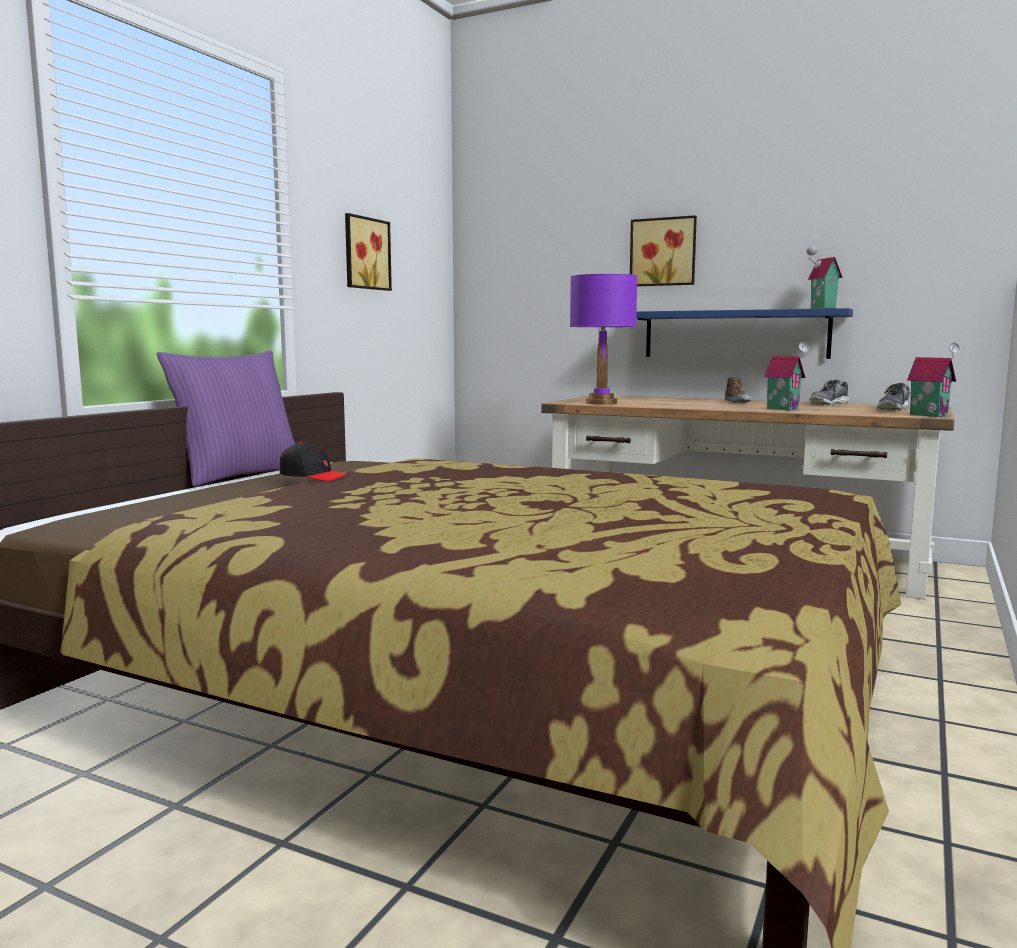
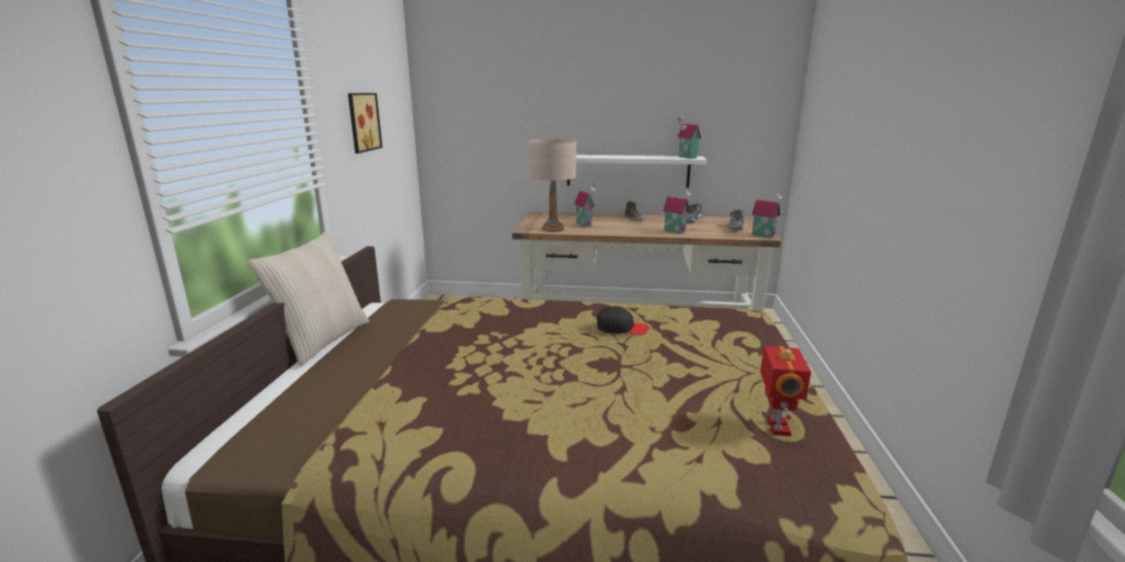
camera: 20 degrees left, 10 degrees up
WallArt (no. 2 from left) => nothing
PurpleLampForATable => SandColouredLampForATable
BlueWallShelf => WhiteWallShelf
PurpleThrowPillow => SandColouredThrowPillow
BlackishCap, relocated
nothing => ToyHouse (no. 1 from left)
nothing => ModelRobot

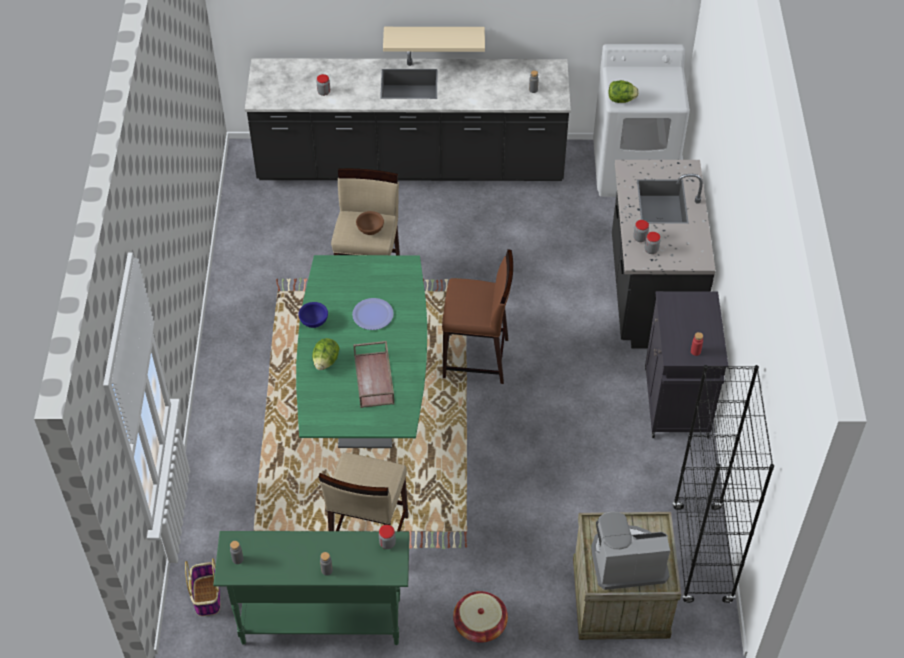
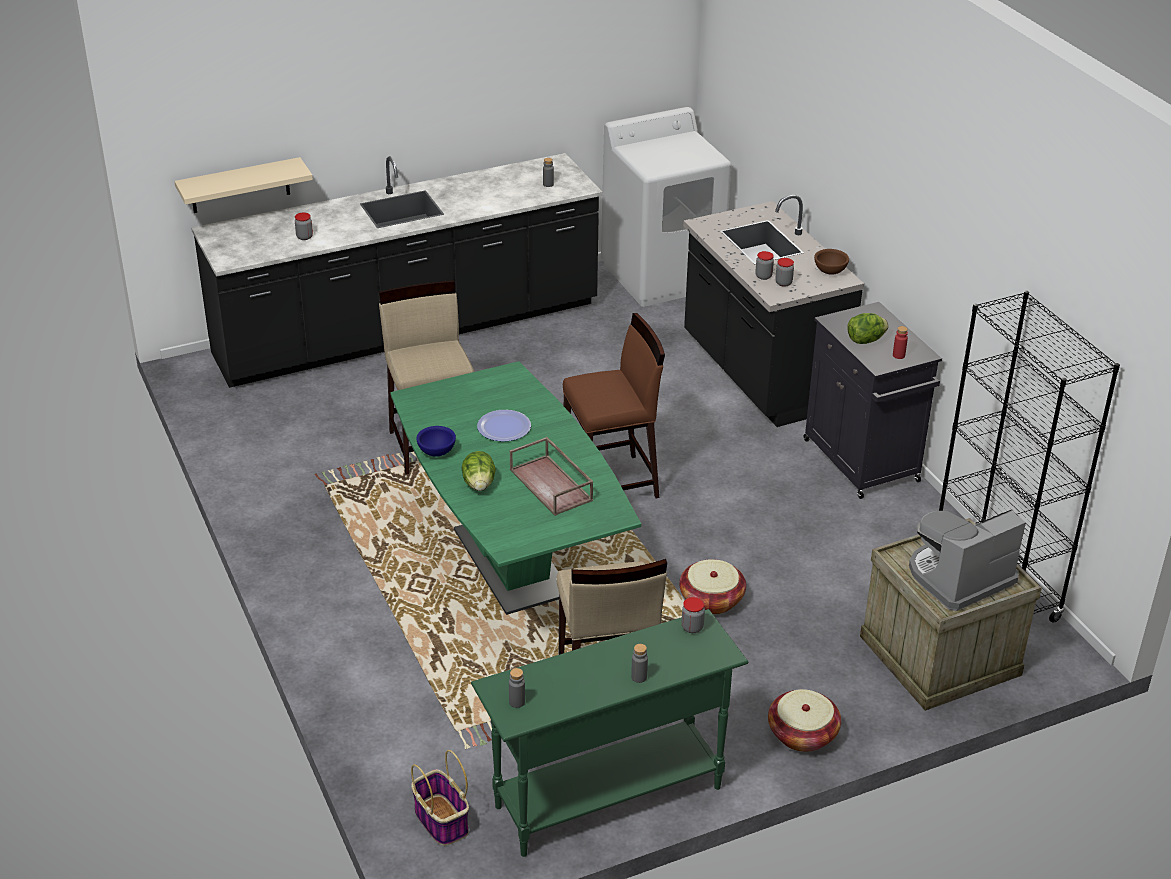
camera: 25 degrees left, 15 degrees down
SandColouredWallShelf, relocated
HeadOfLettuce (no. 2 from left), relocated
BrownDeepDish, relocated
nothing => HouseholdBasket (no. 2 from left)

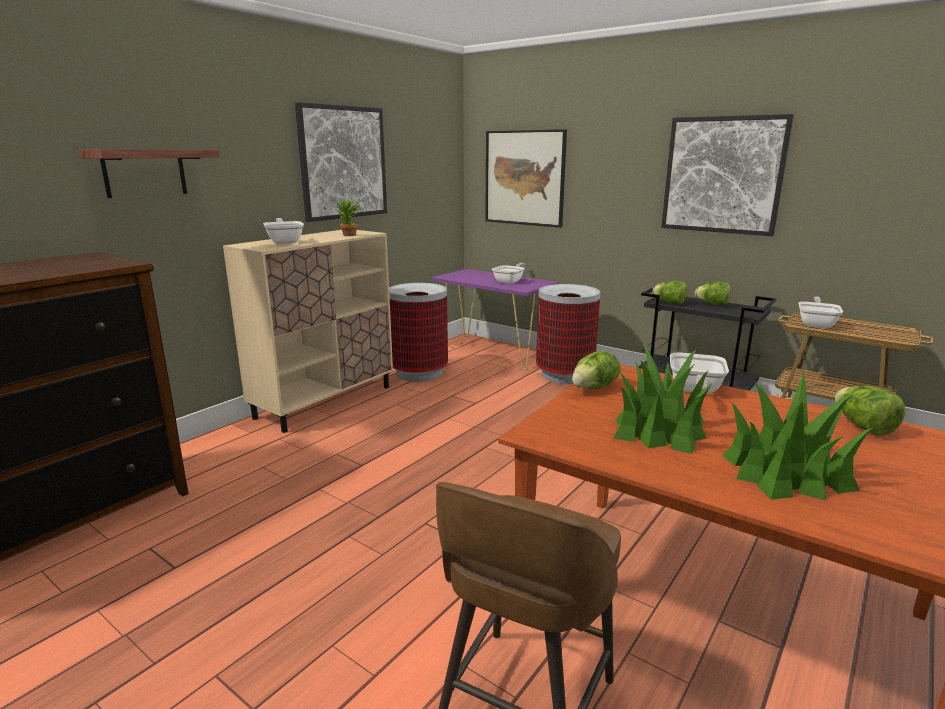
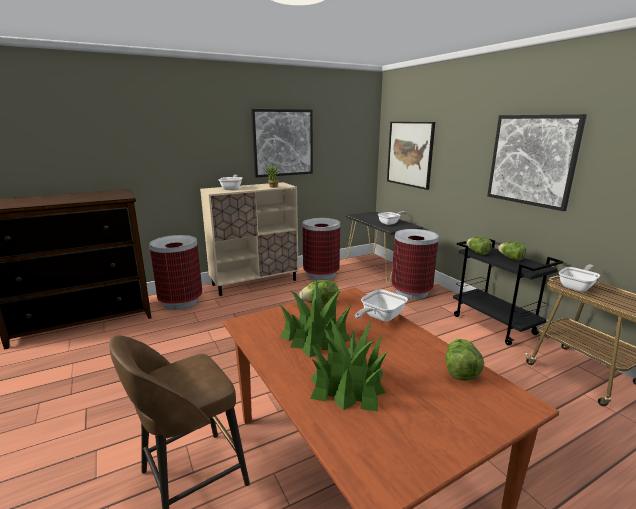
camera: 25 degrees right, 0 degrees up
WallShelf => nothing
PurpleHallTable => BlackishHallTable
nothing => TrashCan (no. 1 from left)

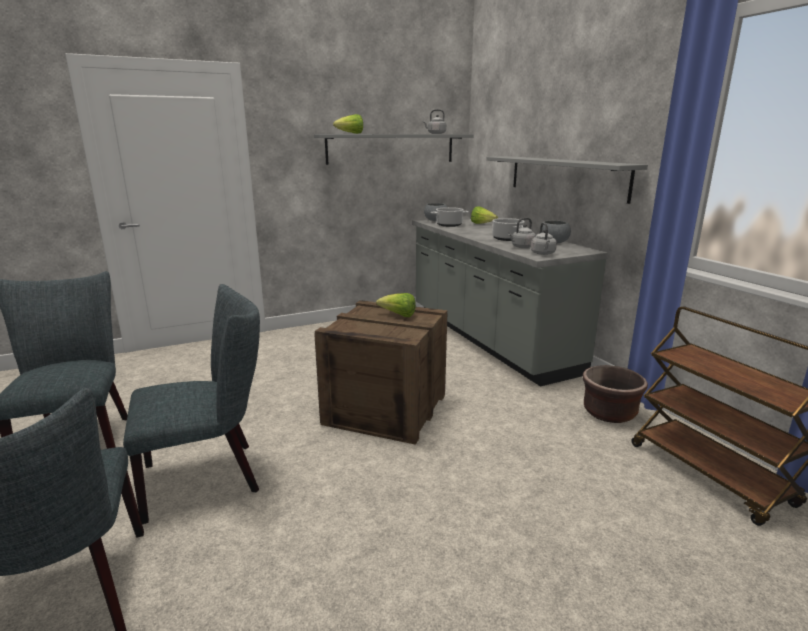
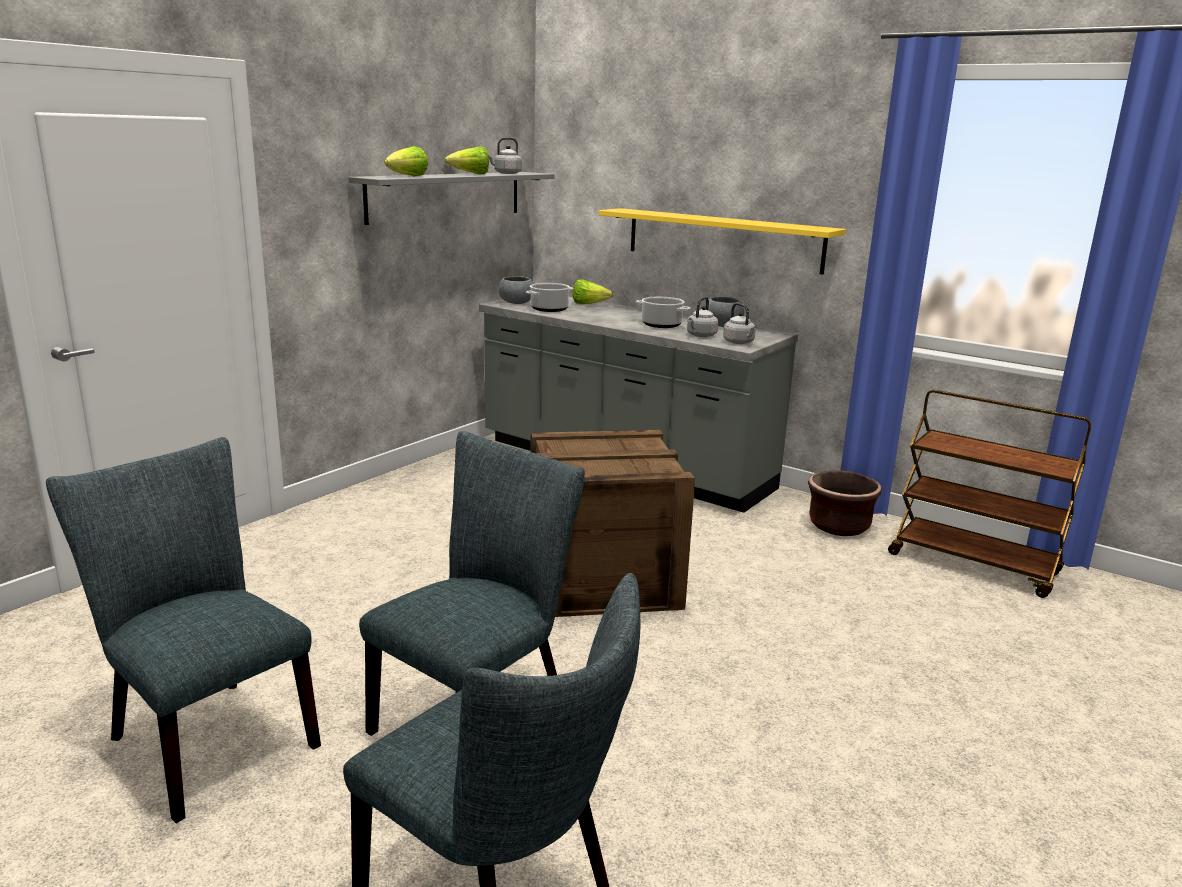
camera: 30 degrees left, 0 degrees up
GrayWallShelf (no. 2 from left) => YellowColouredWallShelf
HeadOfLettuce (no. 2 from left), relocated

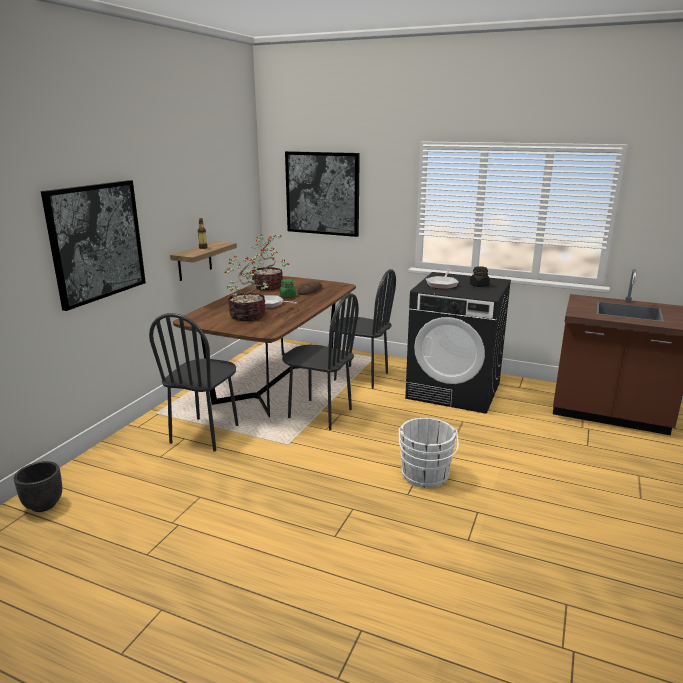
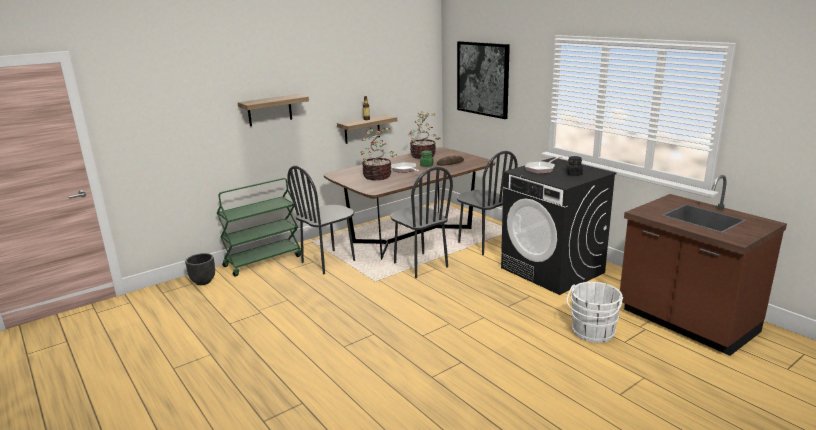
camera: 30 degrees right, 0 degrees up
WallArt (no. 1 from left) => WallShelf (no. 1 from left)
WhitePail, relocated
nothing => GreenColouredCart

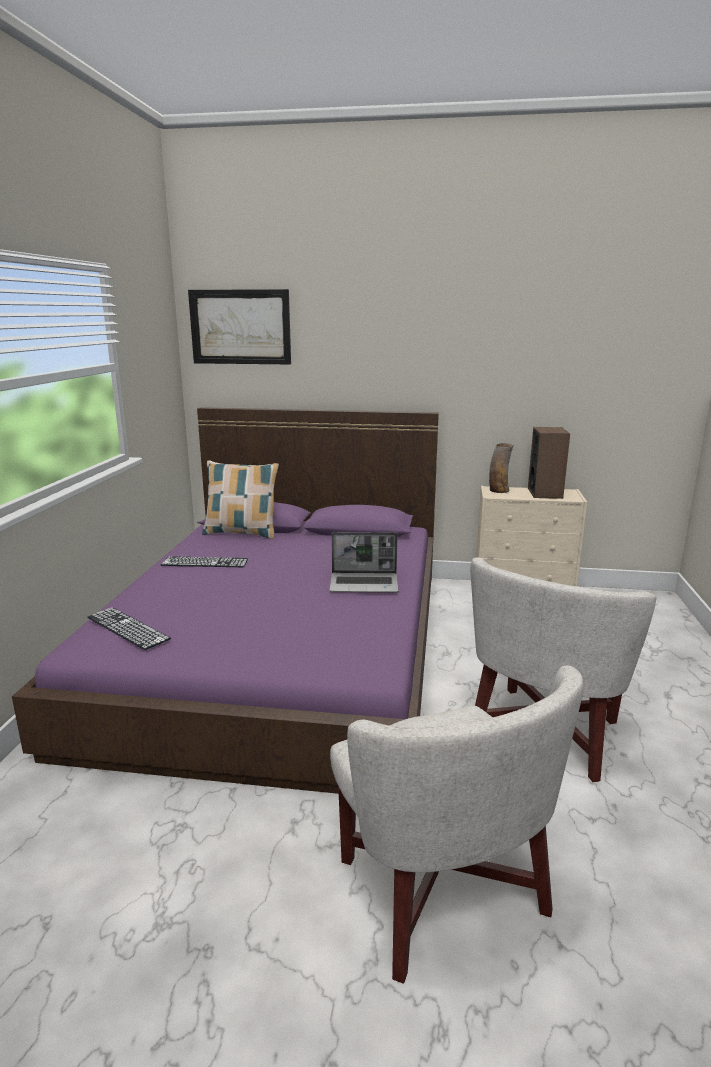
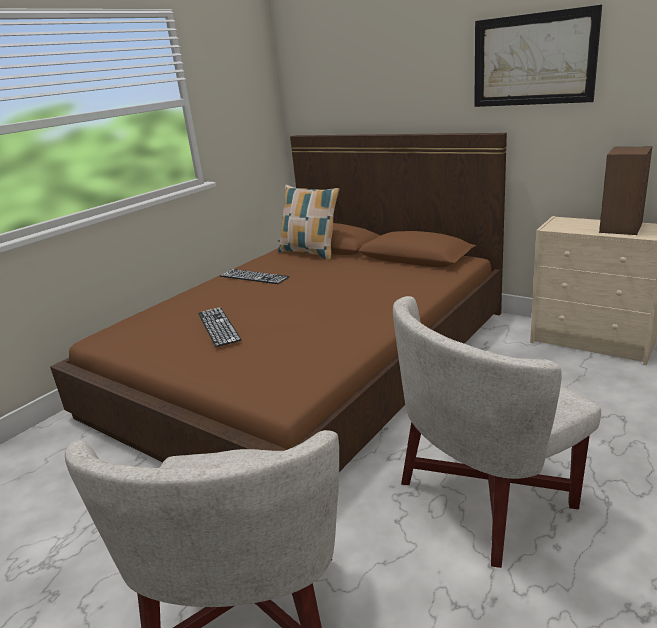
camera: 30 degrees right, 5 degrees up
WallArt, relocated
PurpleSleepingBed => BrownSleepingBed
Vase => nothing
PortableComputer => nothing
Keyboard (no. 1 from left), relocated

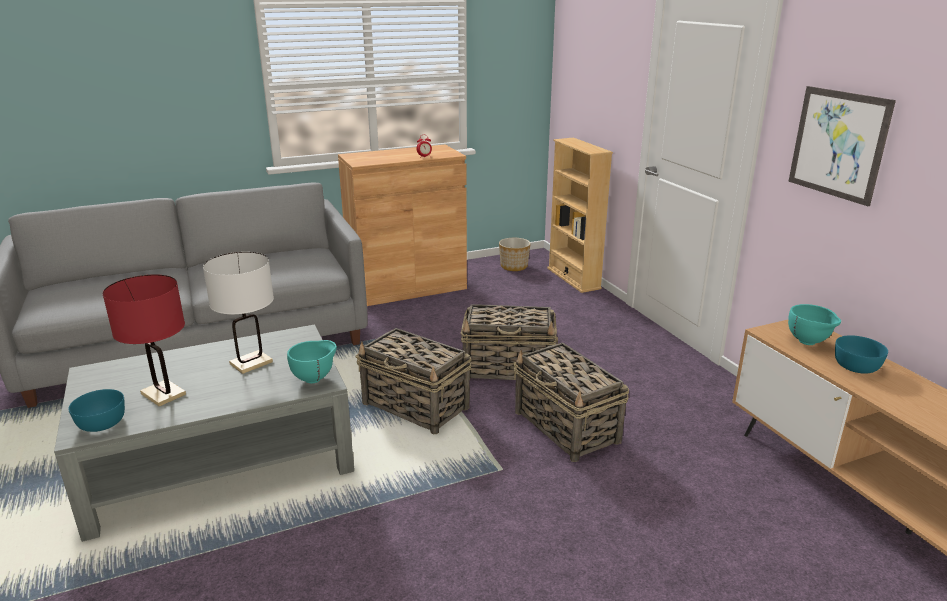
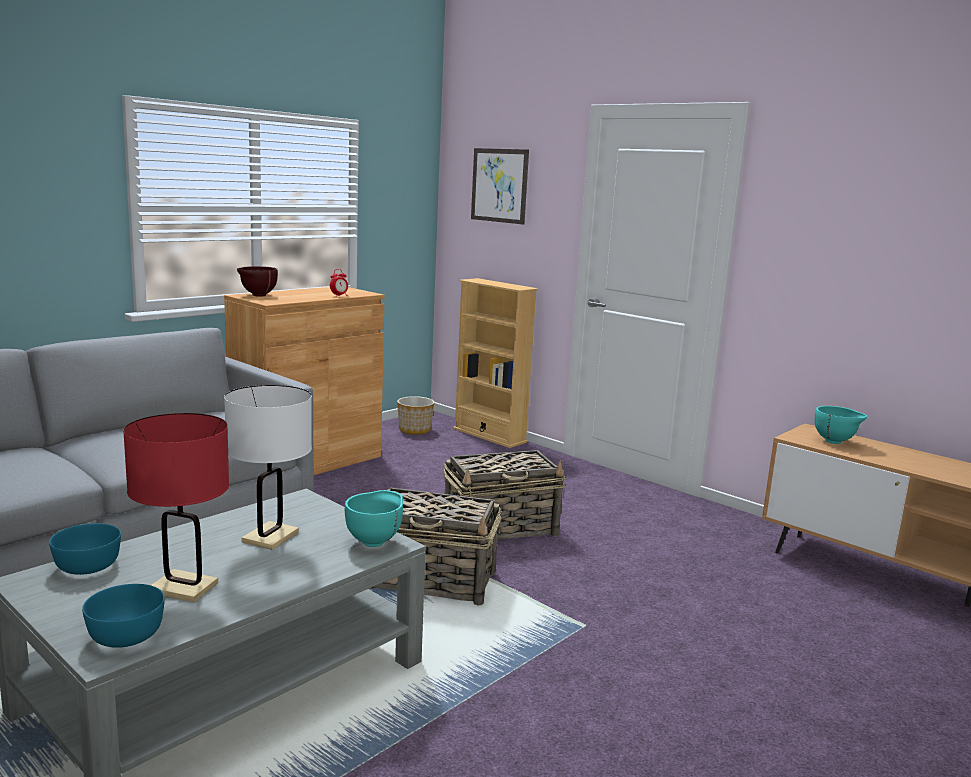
camera: 25 degrees left, 10 degrees down
WallArt, relocated
TurquoiseColouredDeepDish (no. 4 from left in the first image) => TurquoiseColouredDeepDish (no. 1 from left), relocated
HouseholdBasket (no. 3 from left) => nothing
nothing => BrownDeepDish

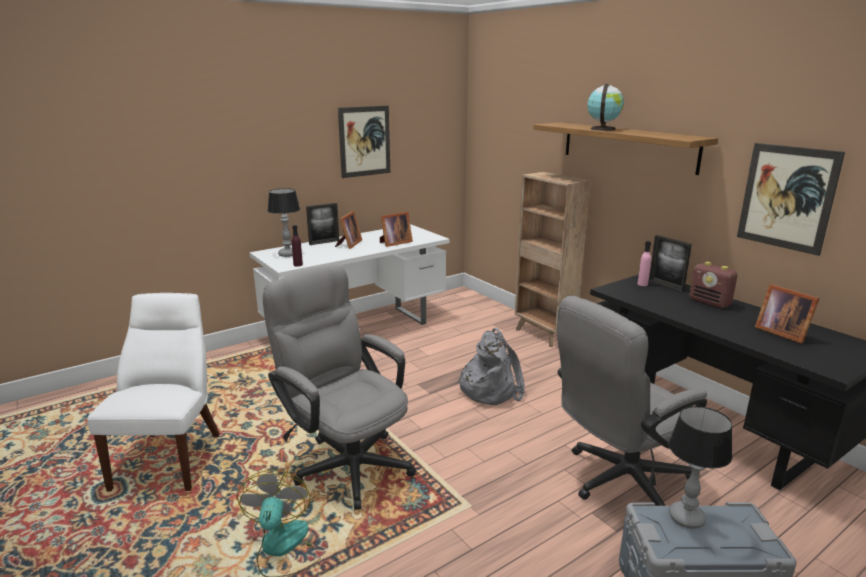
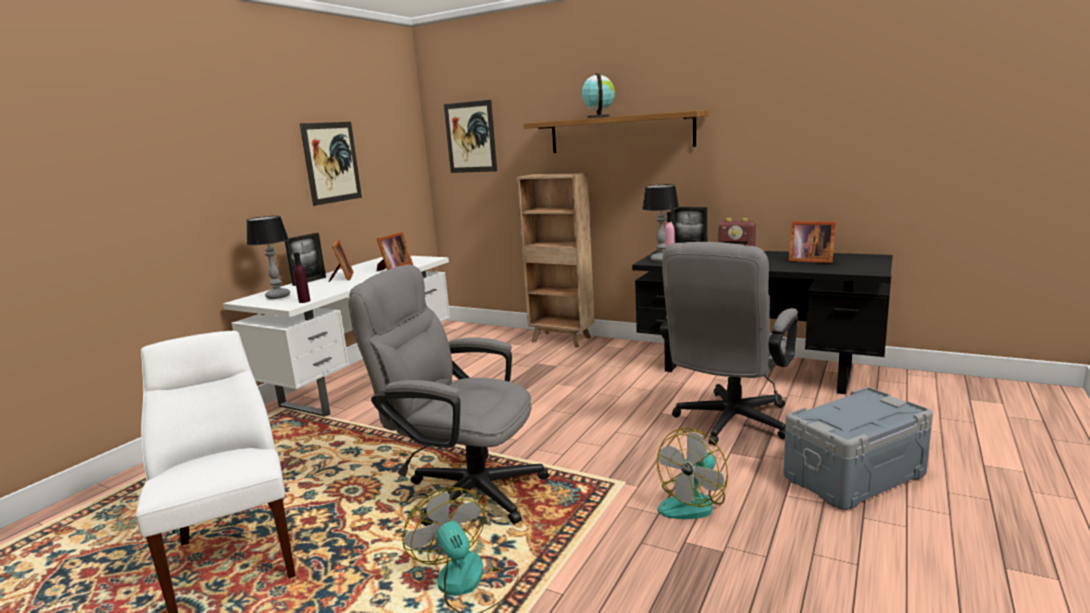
camera: 25 degrees left, 5 degrees down
WallArt (no. 2 from left), relocated
GrayBackpack => nothing
LampForATable (no. 2 from left), relocated
nothing => ElectricFan (no. 2 from left)

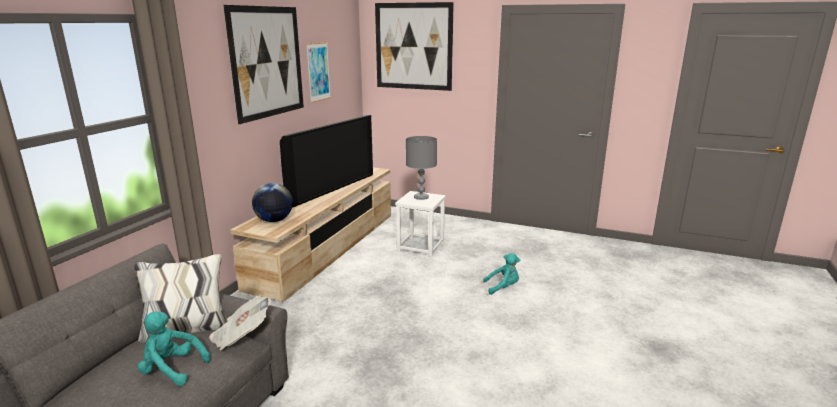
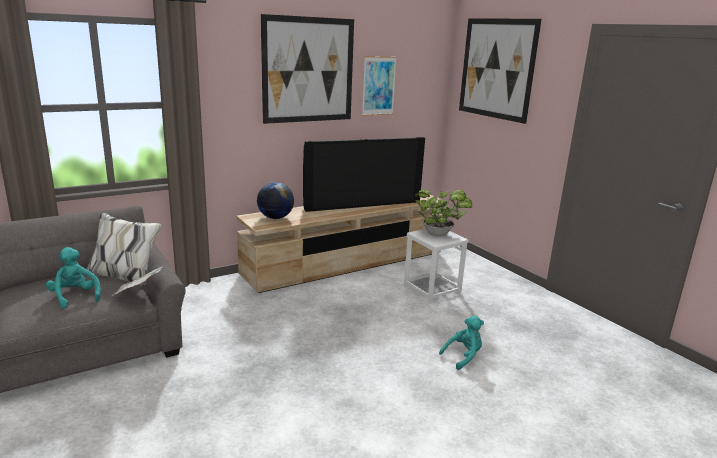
camera: 35 degrees right, 0 degrees up
GrayLampForATable => PottedPlant
TurquoiseColouredSoftToy (no. 2 from left), 60 degrees counterclockwise

